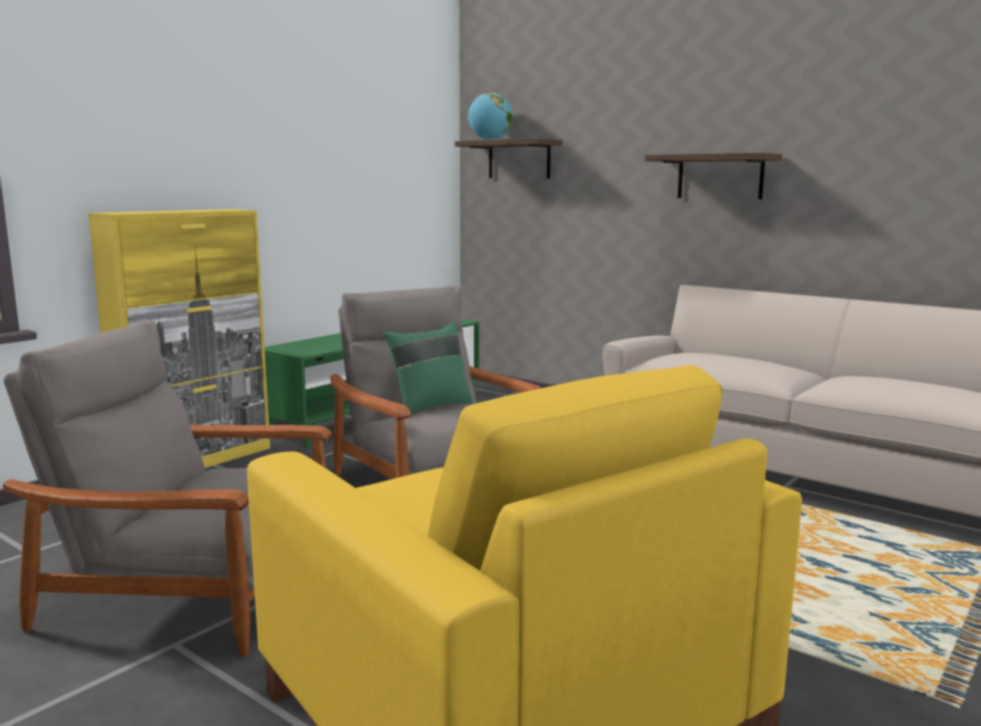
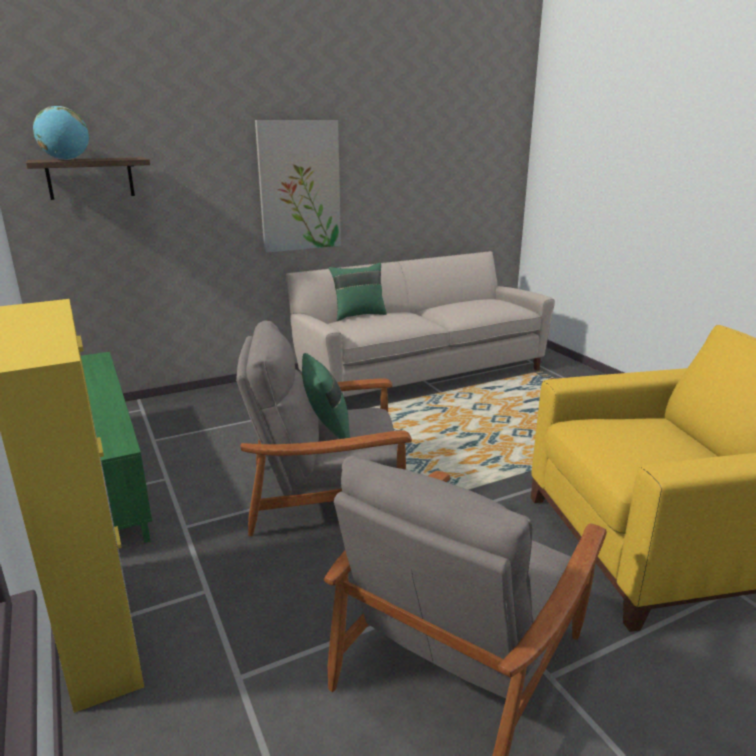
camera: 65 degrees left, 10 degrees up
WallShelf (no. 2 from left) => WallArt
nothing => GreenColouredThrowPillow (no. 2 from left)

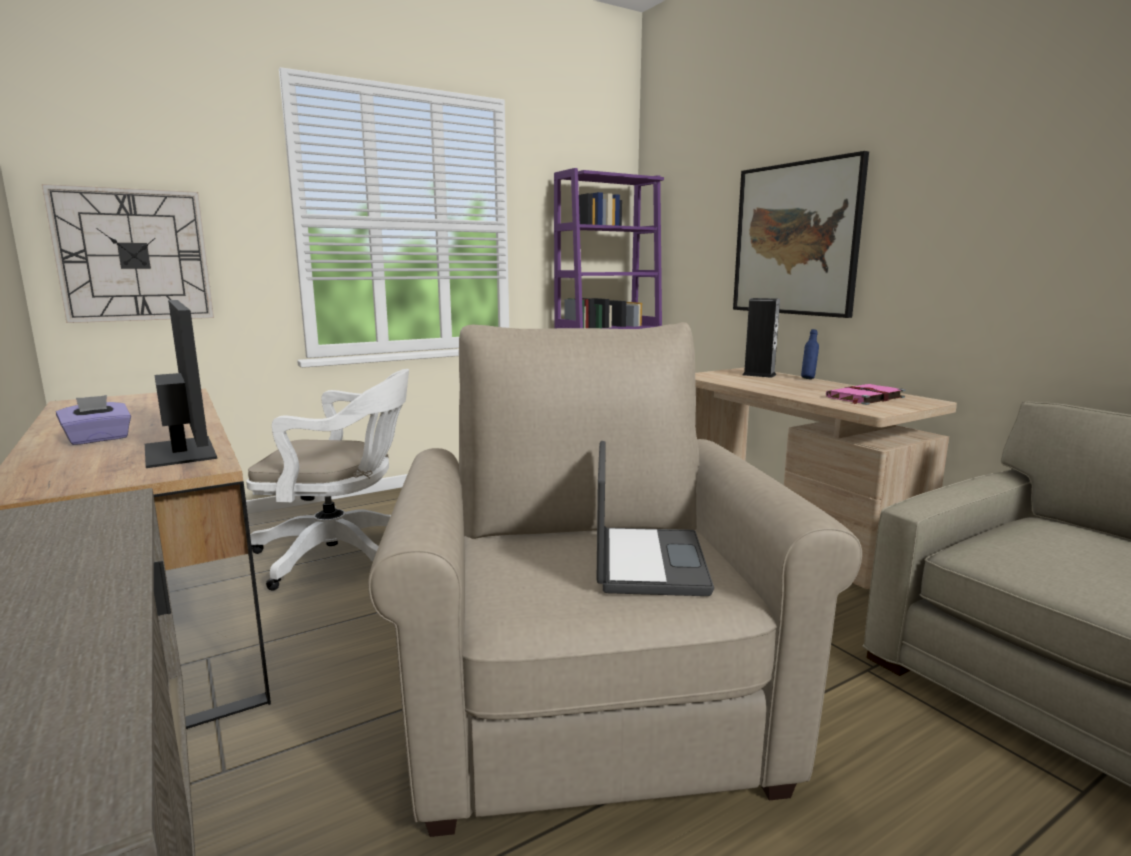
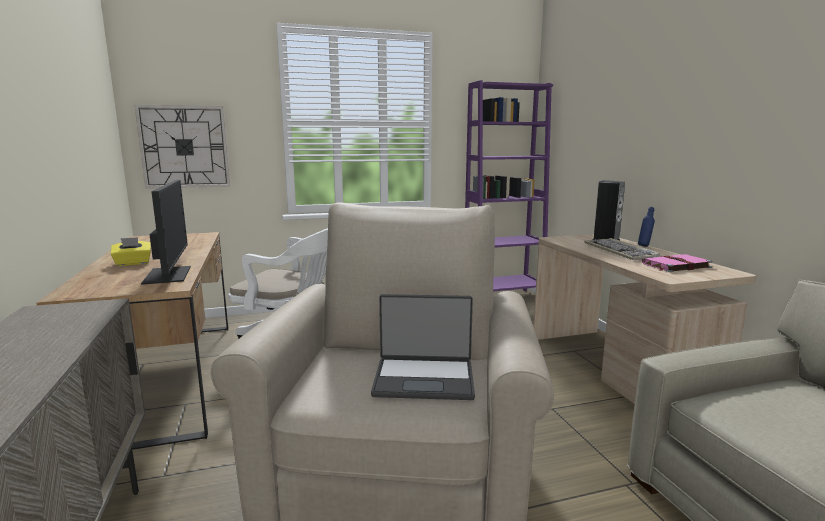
camera: 15 degrees right, 0 degrees up
WallArt => nothing
PurpleBoxOfTissues => YellowColouredBoxOfTissues
PortableComputer, 75 degrees clockwise
nothing => Keyboard

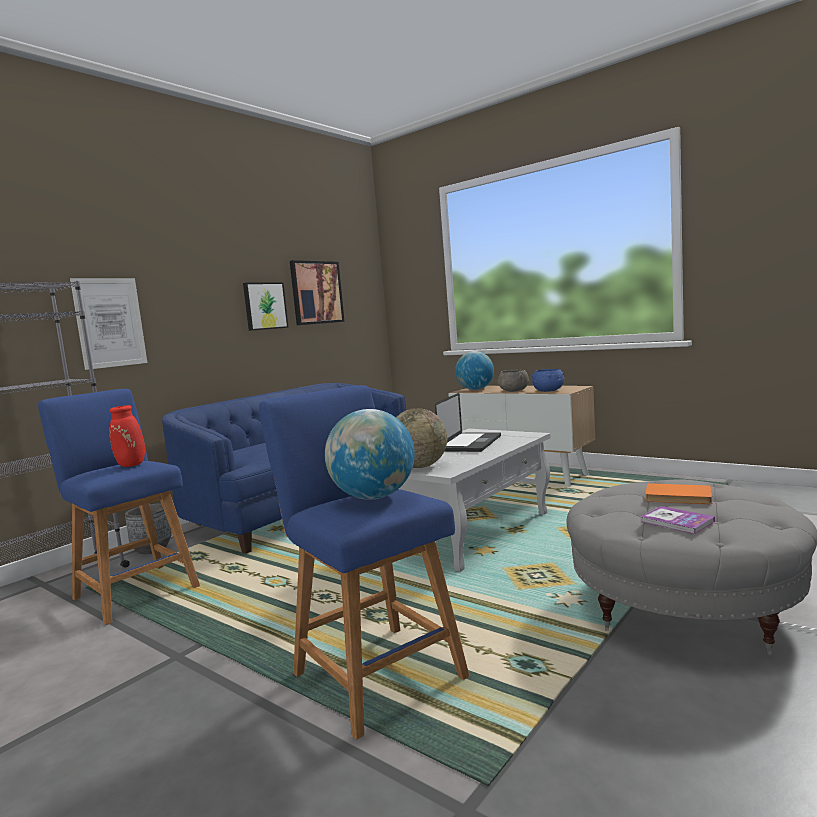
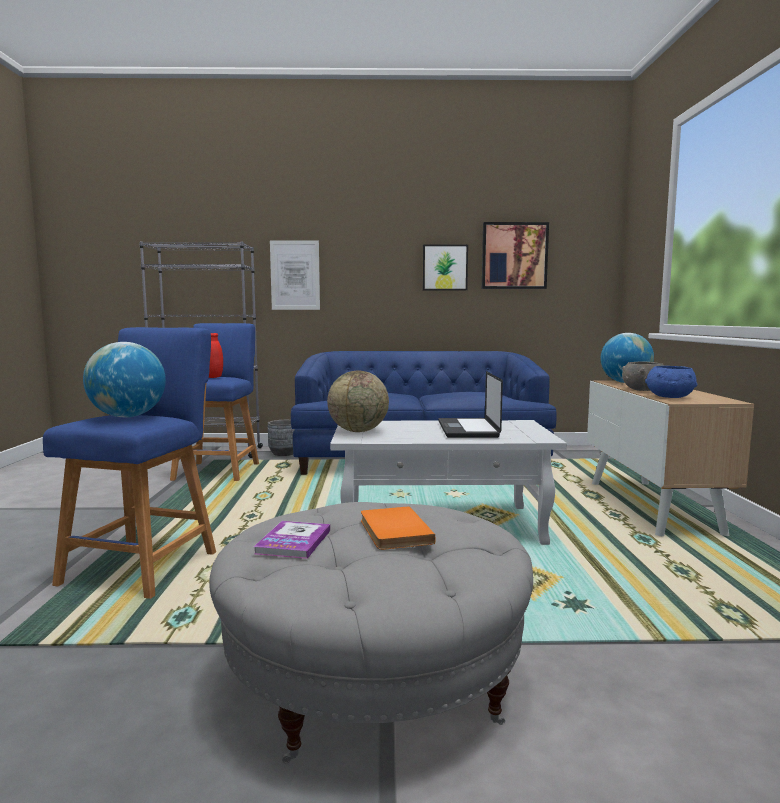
camera: 50 degrees right, 0 degrees up
PortableComputer, 105 degrees clockwise

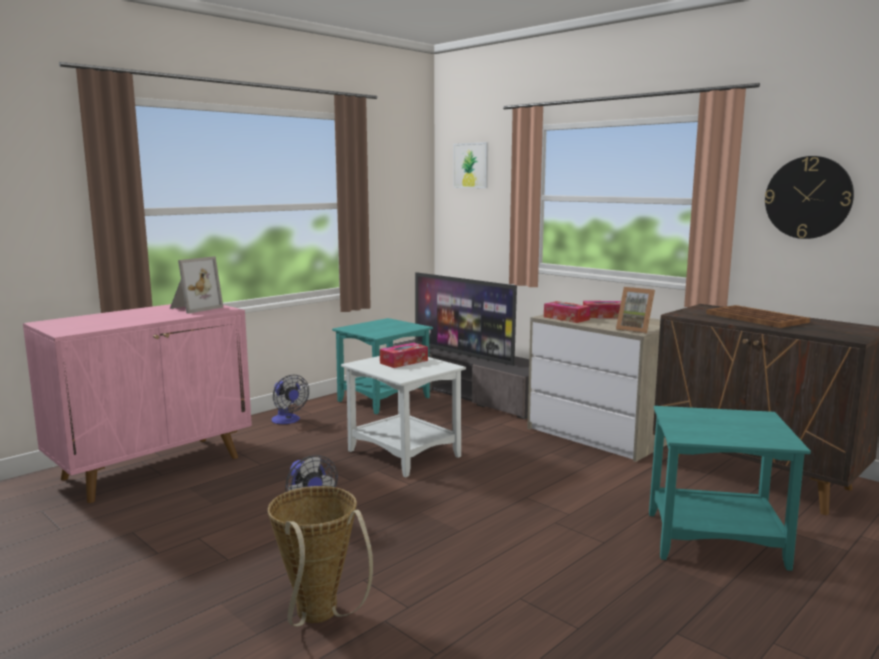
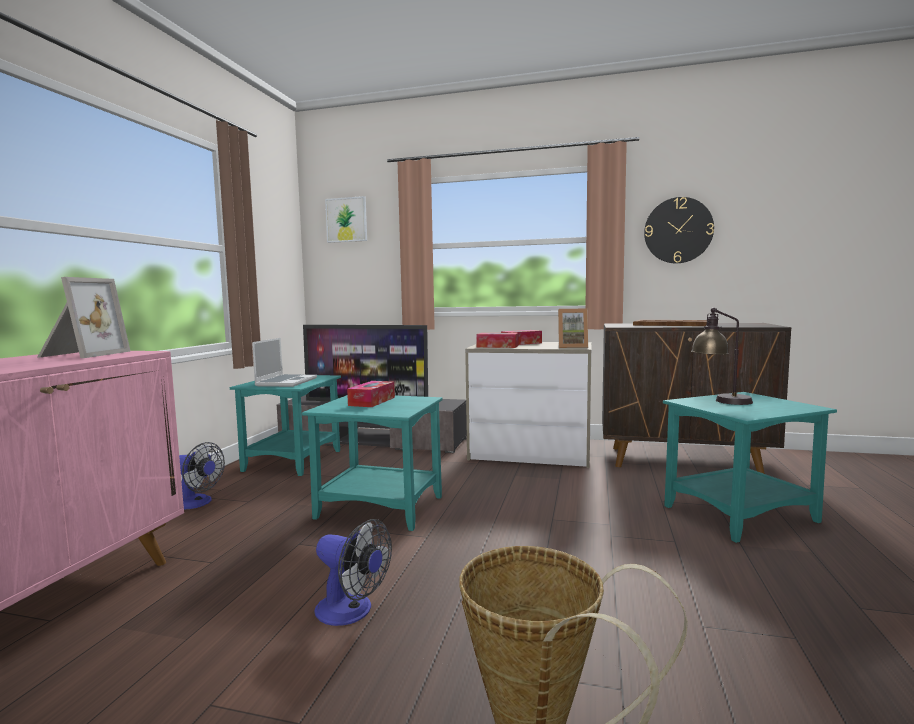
camera: 30 degrees left, 5 degrees down
WhiteEndTable => TurquoiseColouredEndTable (no. 2 from left)
nothing => LampForATable
nothing => PortableComputer

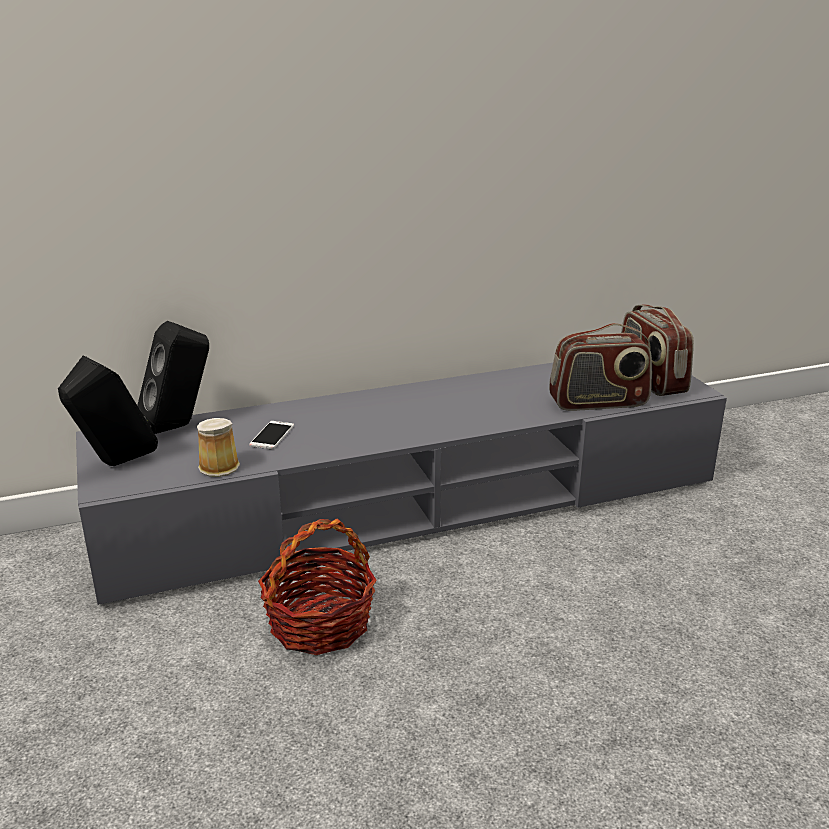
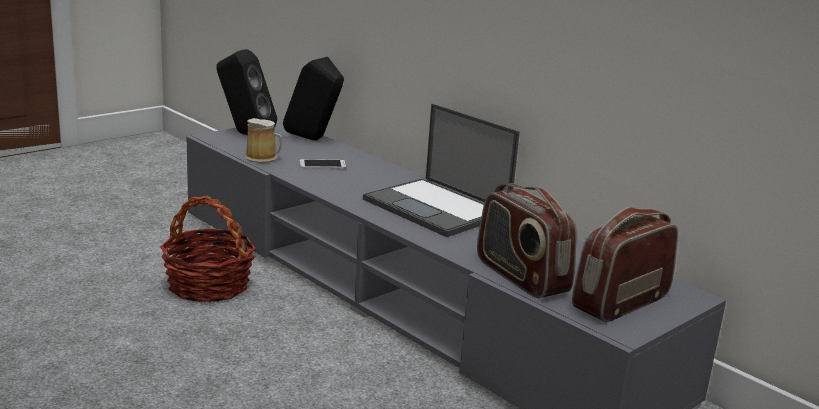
camera: 65 degrees right, 5 degrees down
nothing => PortableComputer

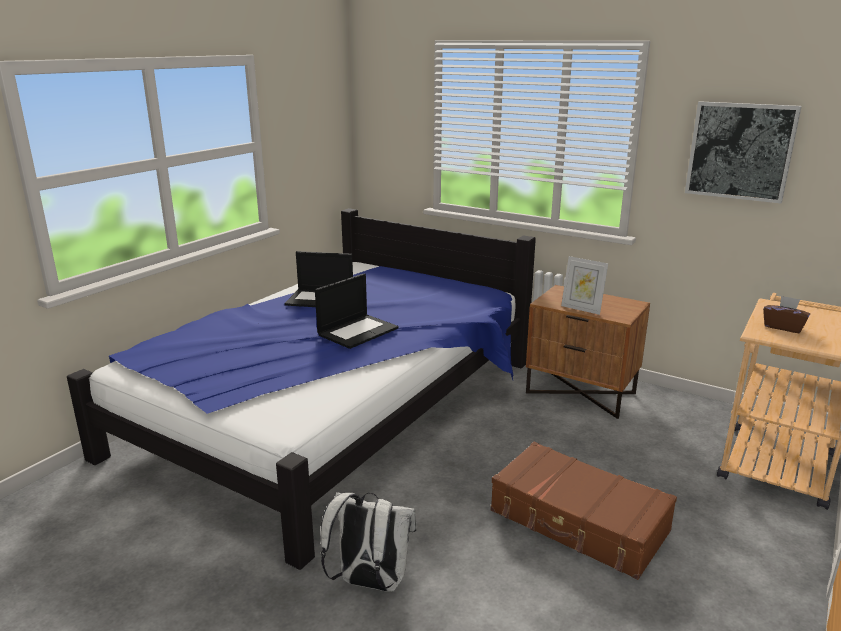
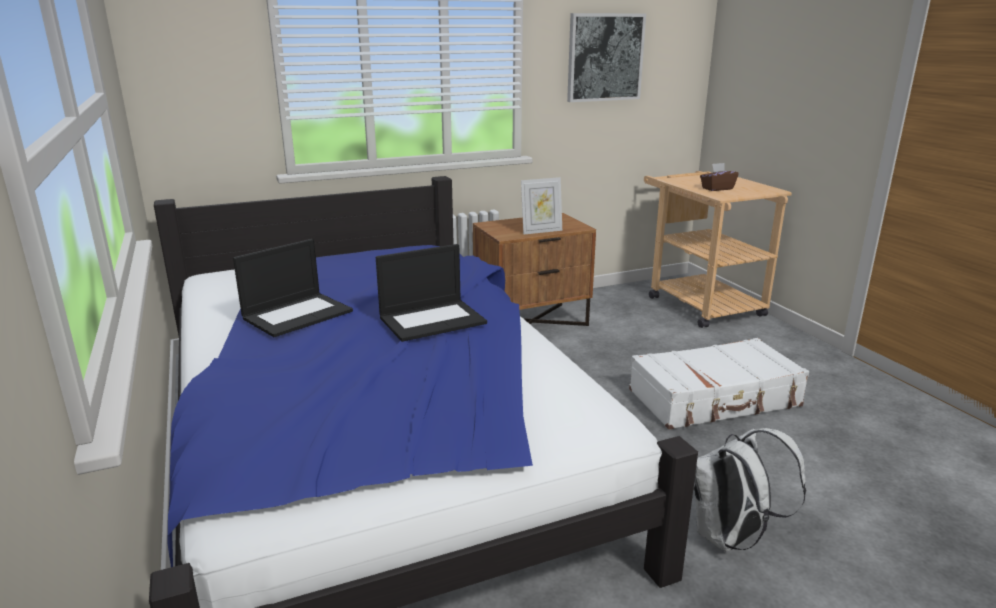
camera: 55 degrees left, 0 degrees up
PortableComputer (no. 2 from left), 75 degrees clockwise
BrownSuitcase => WhiteSuitcase

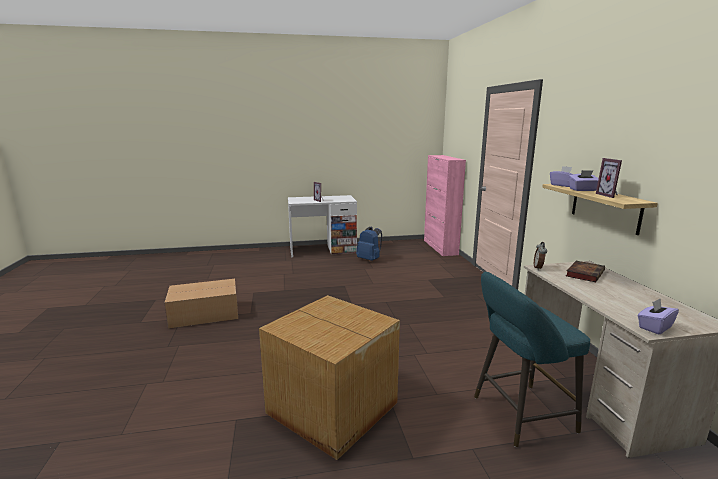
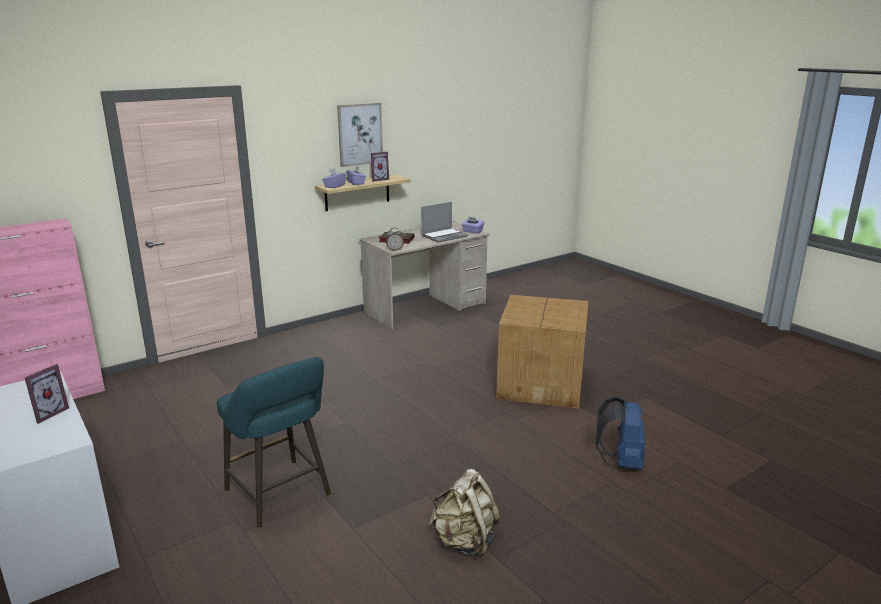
camera: 115 degrees left, 5 degrees up
BlueBackpack, relocated
TurquoiseColouredStoolSeat, relocated
CardboardBox (no. 1 from left) => SandColouredBackpack
nothing => WallArt
nothing => PortableComputer

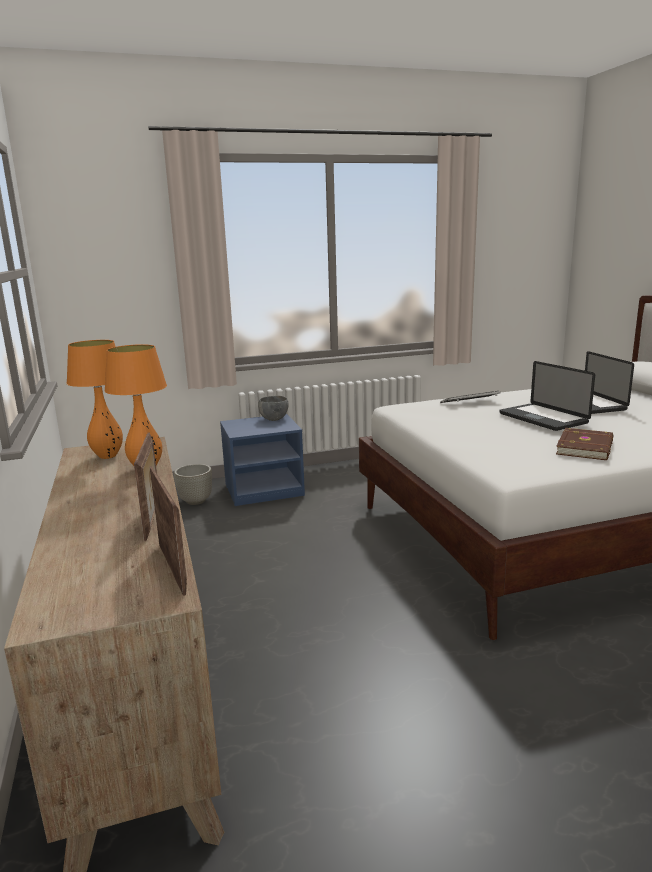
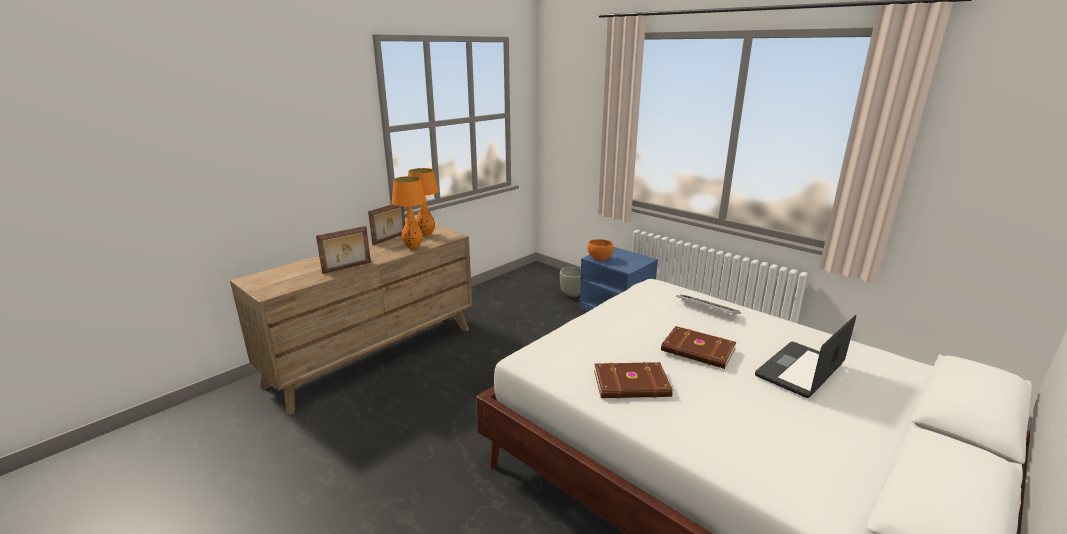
camera: 60 degrees right, 5 degrees up
PortableComputer (no. 1 from left) => BrownBook (no. 2 from left)
GrayDeepDish => nothing
PictureFrame (no. 2 from left), relocated
nothing => OrangeyDeepDish

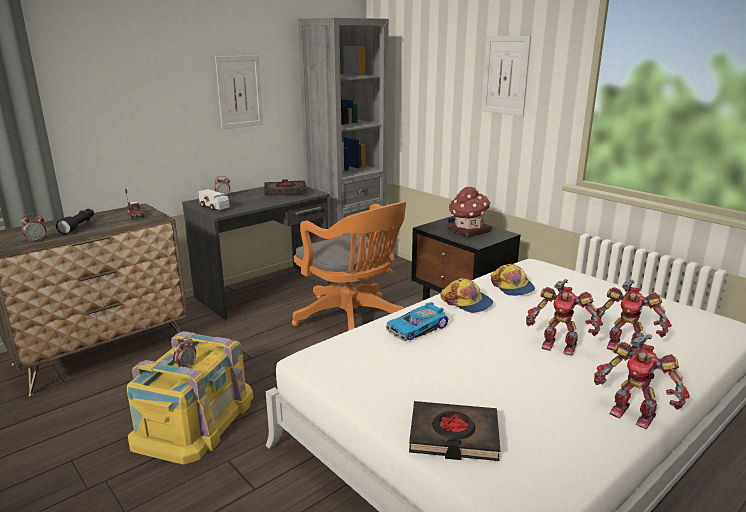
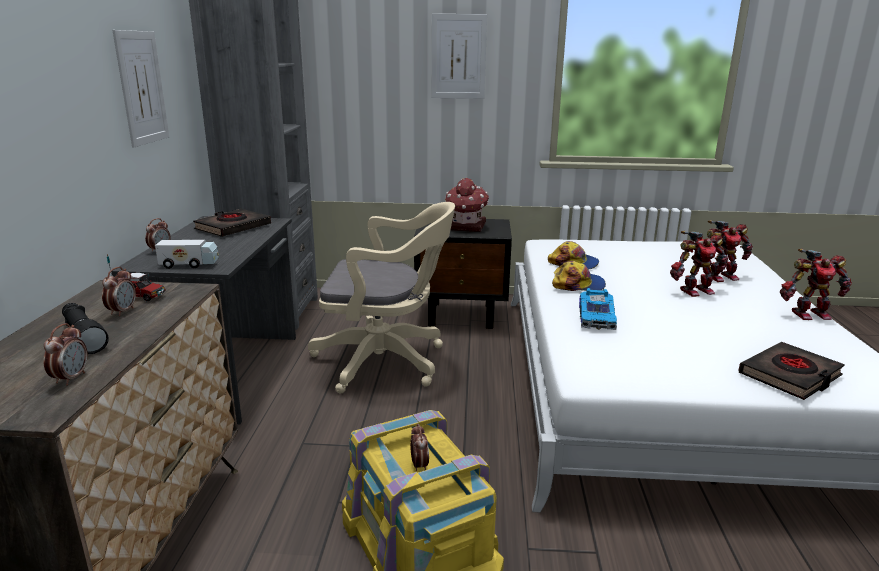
camera: 45 degrees left, 0 degrees up
OrangeyComputerChair => SandColouredComputerChair
nothing => BedsideClock (no. 2 from left)

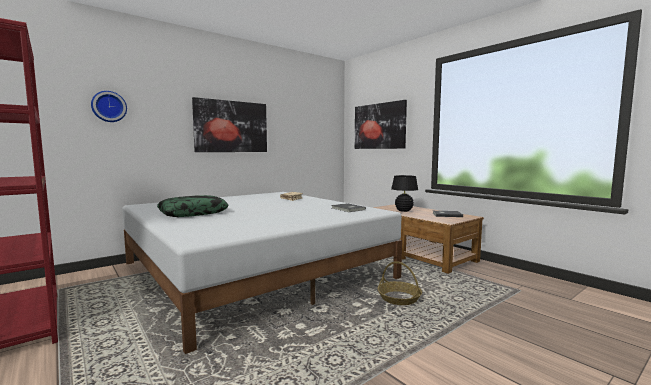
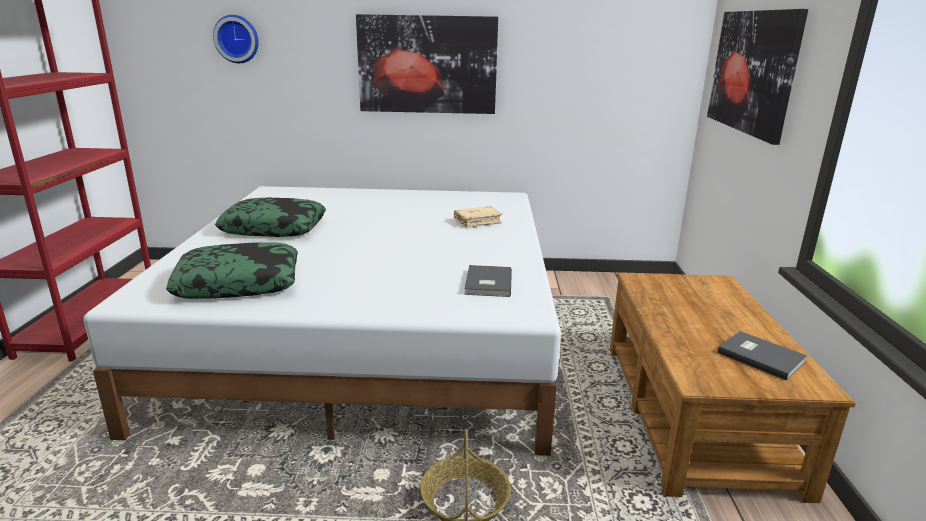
camera: 40 degrees right, 15 degrees up
BlackishLampForATable => nothing
nothing => ThrowPillow (no. 1 from left)

